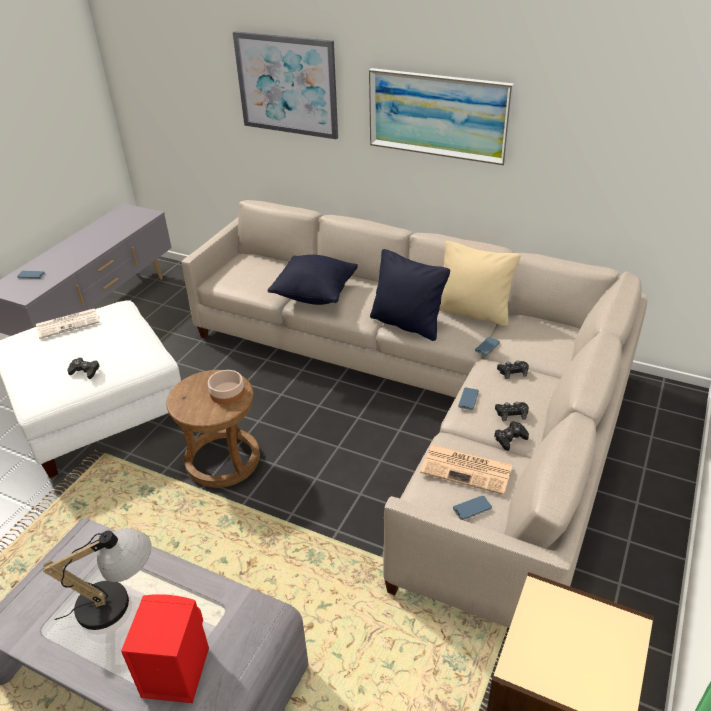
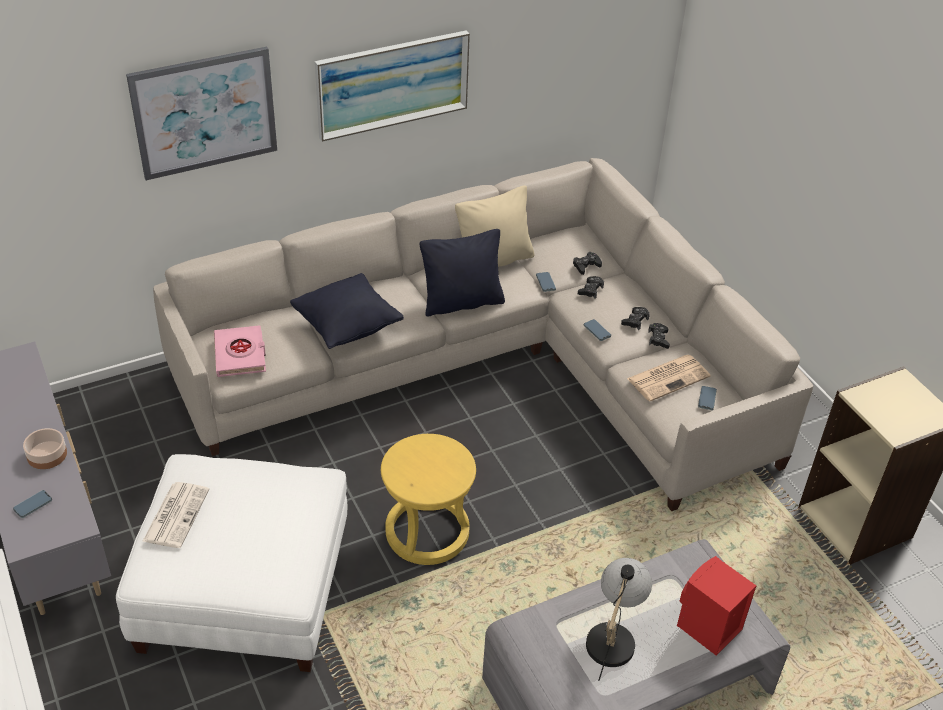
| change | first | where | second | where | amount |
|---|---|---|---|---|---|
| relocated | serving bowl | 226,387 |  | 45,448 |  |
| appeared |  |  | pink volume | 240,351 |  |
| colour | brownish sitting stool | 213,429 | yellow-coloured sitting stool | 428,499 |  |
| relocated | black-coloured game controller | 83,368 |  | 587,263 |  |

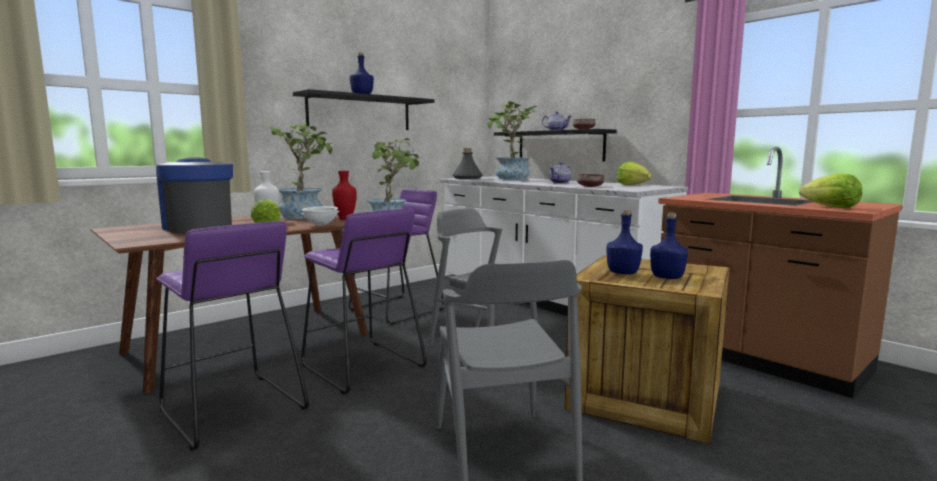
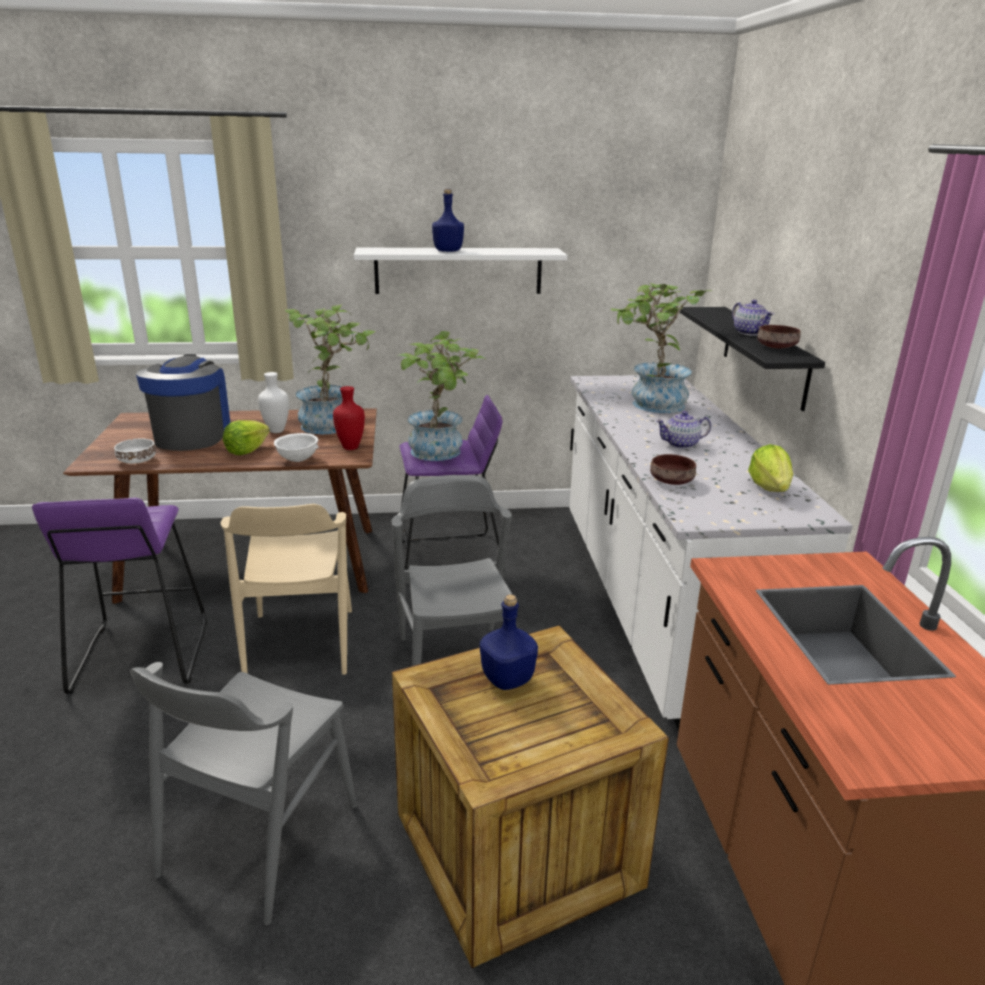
| change | first | where | second | where | amount |
|---|---|---|---|---|---|
| appeared |  |  | white serving bowl | 135,451 |  |
| exchanged | purplish sitting stool | 364,301 | beige upright chair | 286,589 |  |
| colour | black-coloured bracket shelf | 364,109 | white bracket shelf | 460,271 |  |
| missing | grey bottle | 467,163 |  |  |  |
| missing | bluish bottle | 669,245 |  |  |  |
| missing | lettuce head | 830,191 |  |  |  |

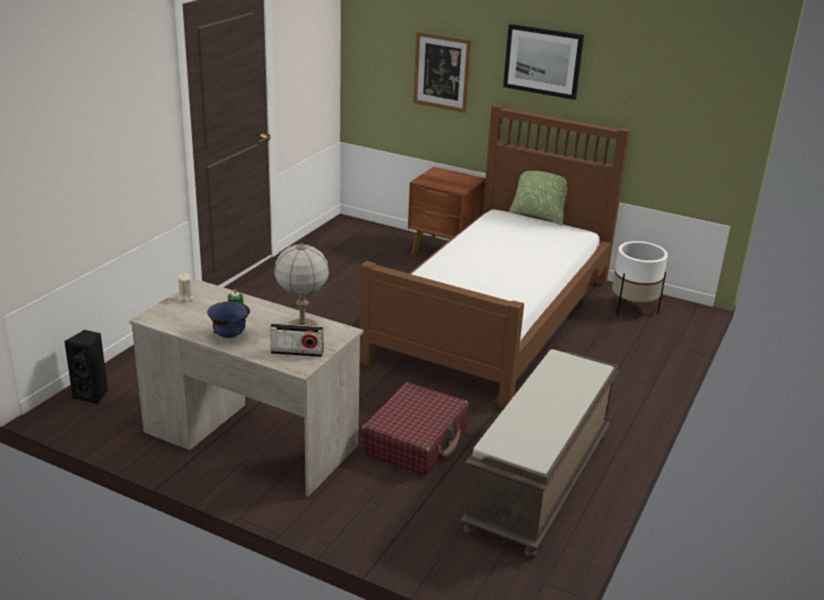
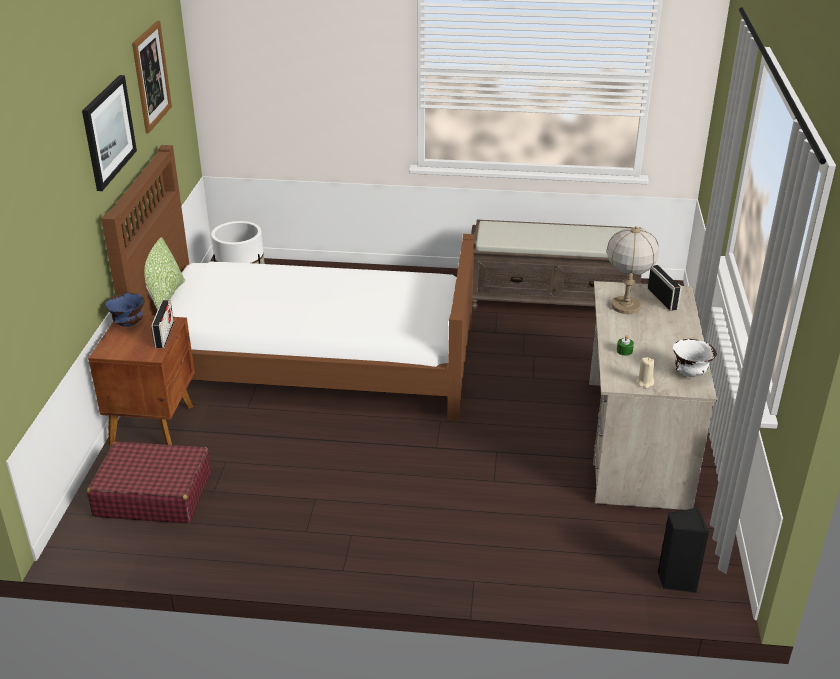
| change | first | where | second | where | amount |
|---|---|---|---|---|---|
| relocated | red suitcase | 415,429 |  | 149,482 |  |
| relocated | bluish serving bowl | 228,320 |  | 124,310 |  |
| relocated | wall picture | 442,72 |  | 152,77 |  |
| appeared |  |  | radio receiver | 162,324 |  |
| appeared |  |  | white serving bowl | 695,358 |  |

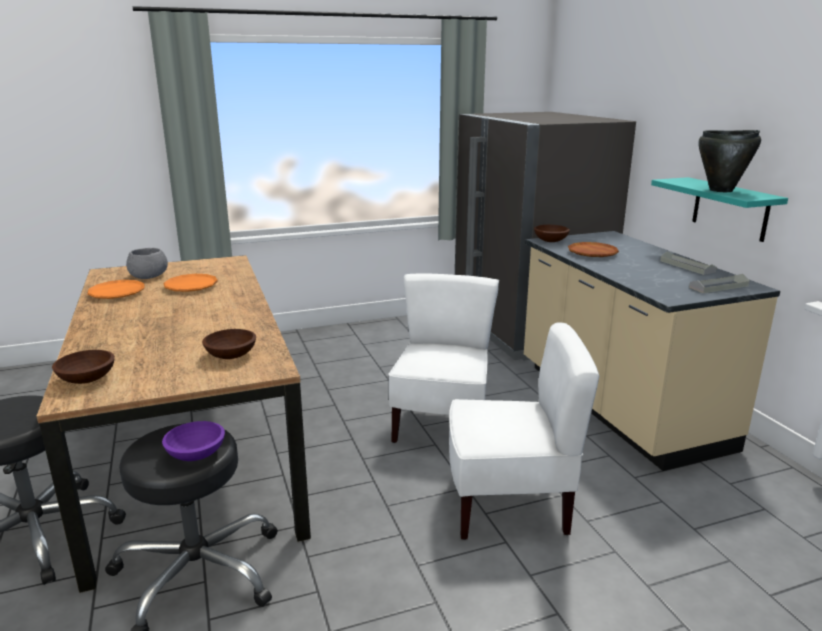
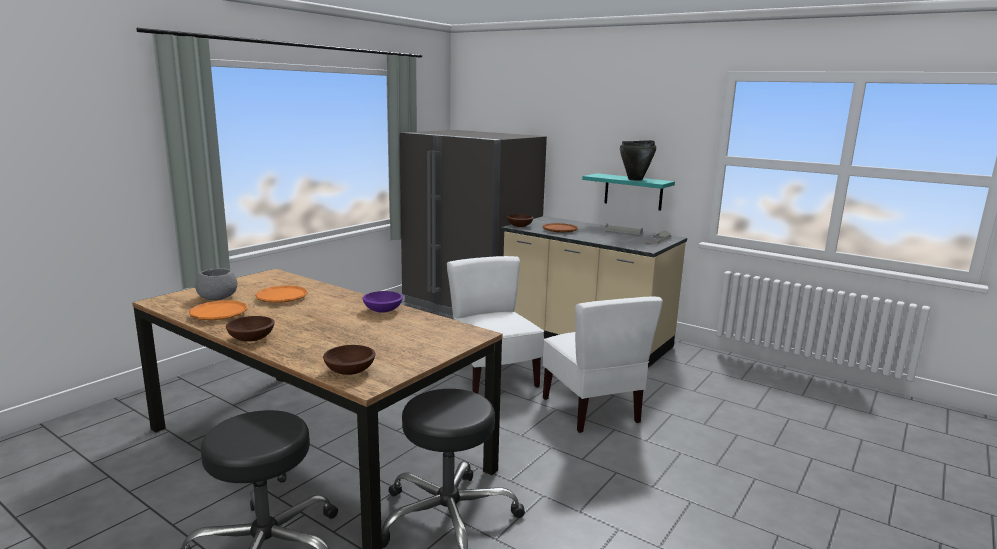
| change | first | where | second | where | amount |
|---|---|---|---|---|---|
| relocated | brownish serving bowl | 229,344 |  | 250,329 |  |
| relocated | purplish serving bowl | 193,441 |  | 383,302 |  |
| spun | white upright chair | 524,431 |  | 603,365 | 105 degrees clockwise |

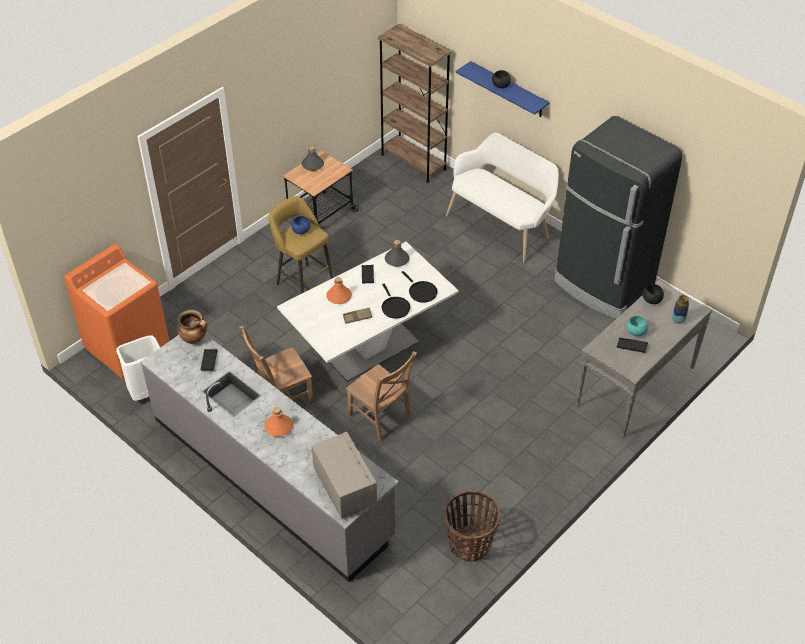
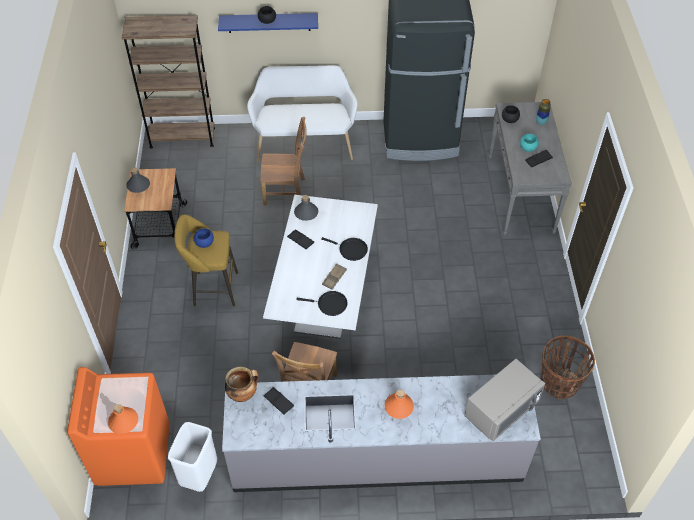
| change | first | where | second | where | amount |
|---|---|---|---|---|---|
| relocated | orange bottle | 339,290 |  | 123,419 |  |
| relocated | brownish upright chair | 381,396 |  | 284,161 |  |
| relocated | black-coloured frying pan | 419,287 |  | 322,303 |  |
| spun | grey microwave | 344,475 |  | 504,400 | 120 degrees clockwise |

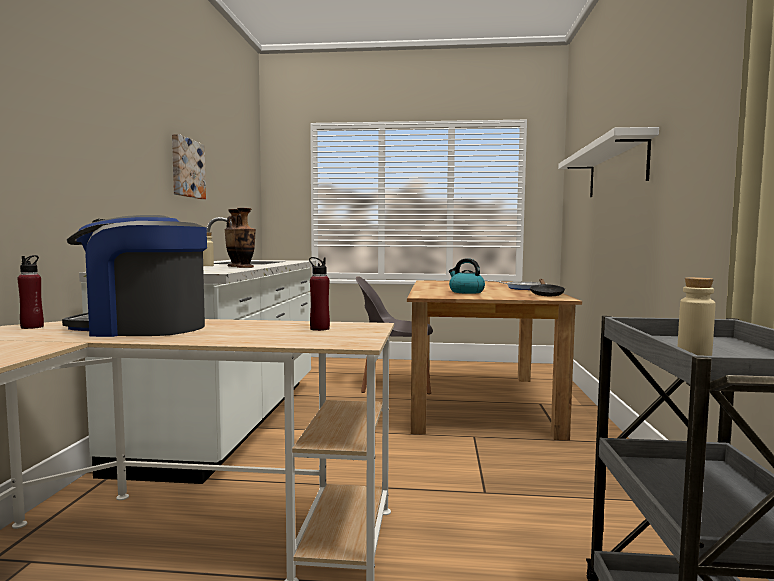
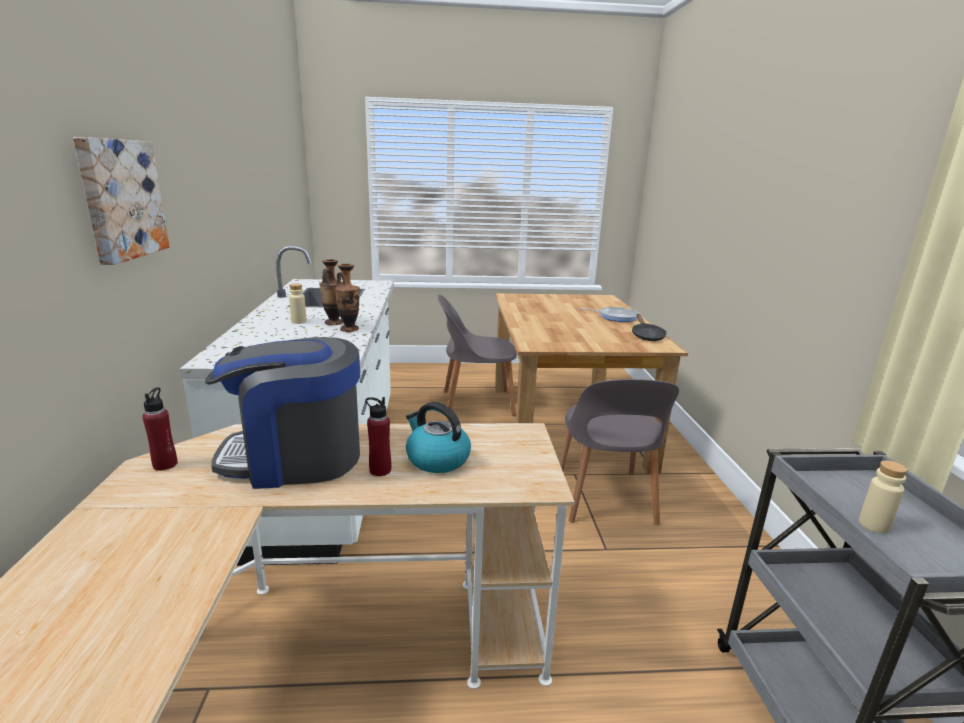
| change | first | where | second | where | amount |
|---|---|---|---|---|---|
| relocated | wall picture | 189,166 |  | 121,201 |  |
| relocated | red bottle | 319,294 |  | 378,436 |  |
| relocated | kettle | 467,276 |  | 438,437 |  |
| appeared |  |  | grey upright chair | 619,452 |  |
| missing | white bracket shelf | 608,162 |  |  |  |

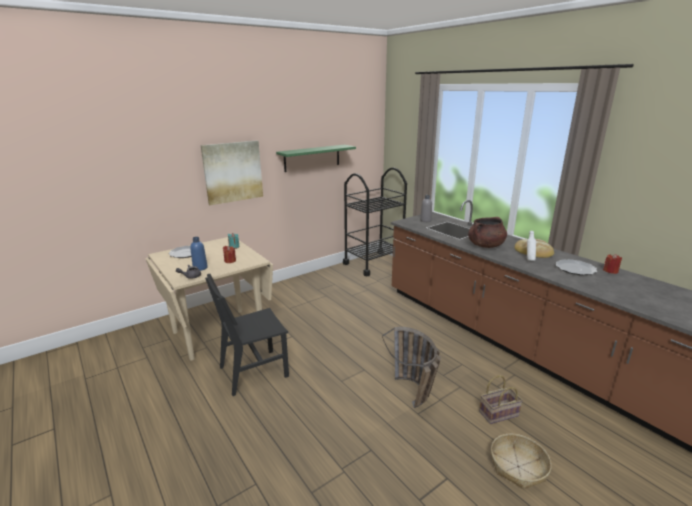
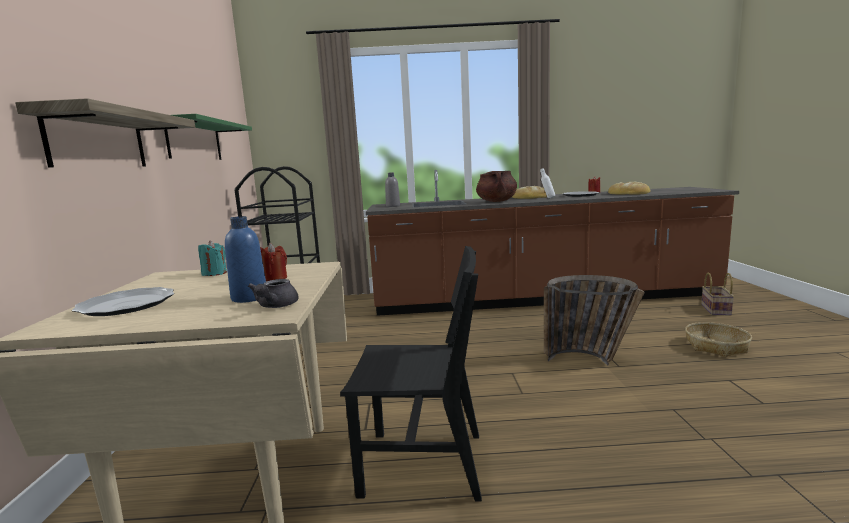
| change | first | where | second | where | amount |
|---|---|---|---|---|---|
| exchanged | wall picture | 232,173 | bracket shelf | 105,132 |  |
| spun | black-coloured upright chair | 247,335 |  | 411,374 | 90 degrees counterclockwise |
| appeared |  |  | baked bread | 629,188 |  |
| relocated | basket | 501,399 |  | 717,294 |  |

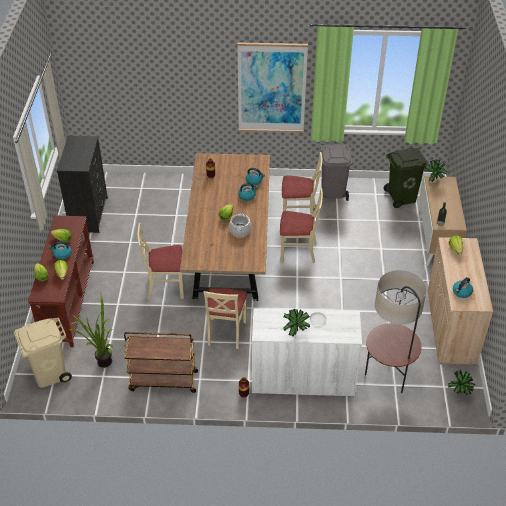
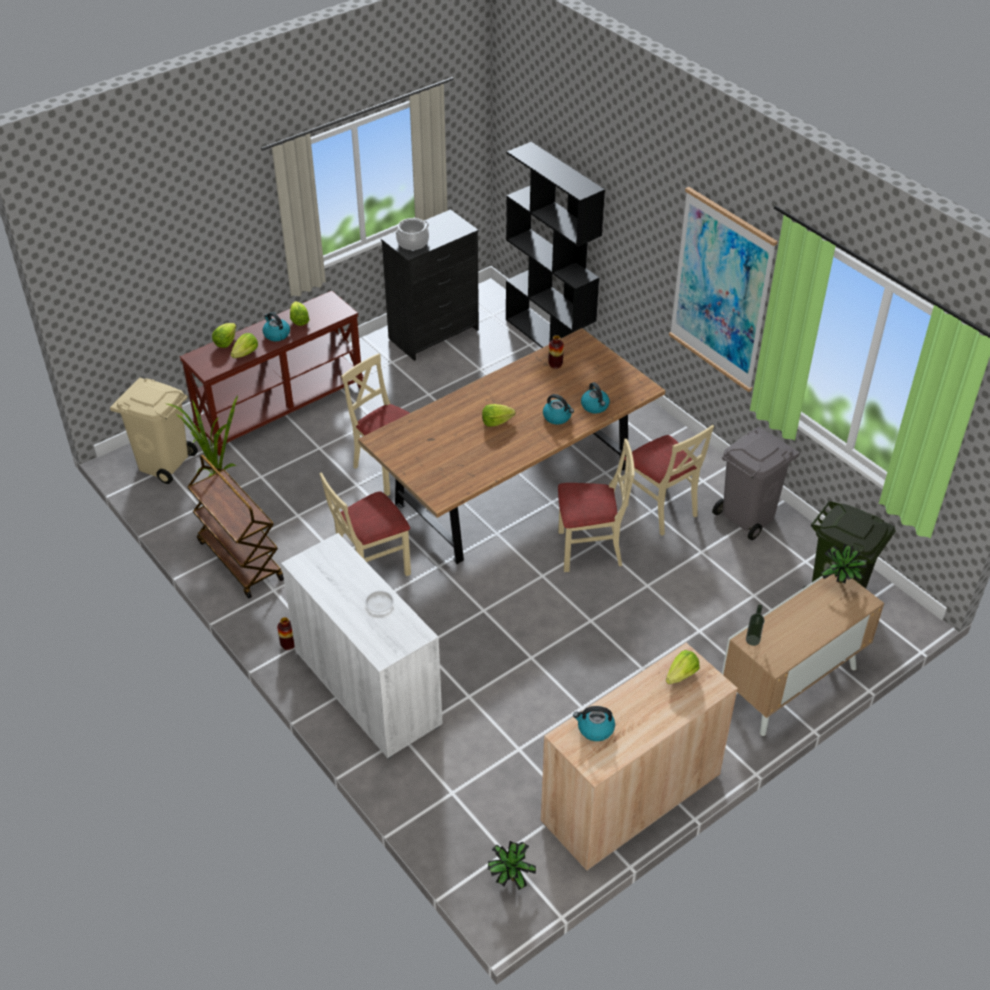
| change | first | where | second | where | amount |
|---|---|---|---|---|---|
| relocated | cooking pot | 240,225 |  | 412,234 |  |
| appeared |  |  | black-coloured bookcase | 555,245 |  |
| spun | beige upright chair | 301,225 |  | 596,505 | 60 degrees counterclockwise |
| missing | potted plant | 296,323 |  |  |  |
| missing | standard lamp | 395,331 |  |  |  |

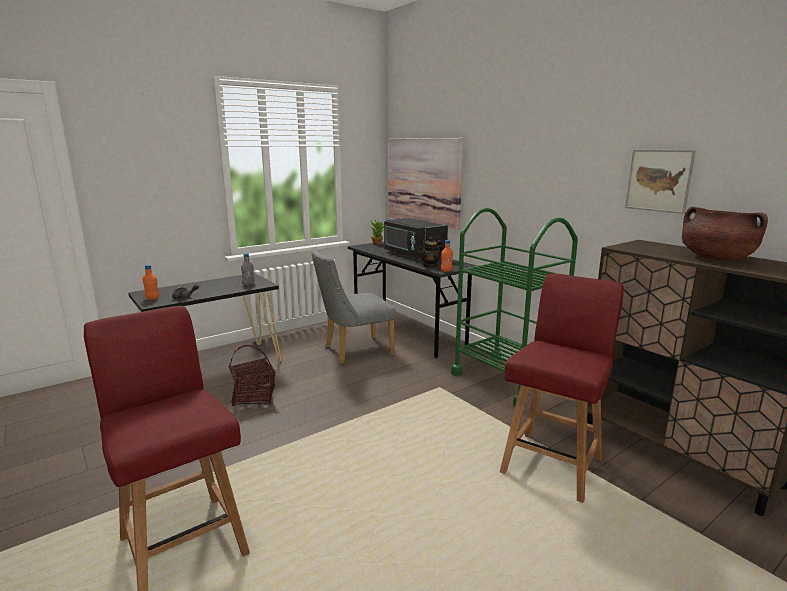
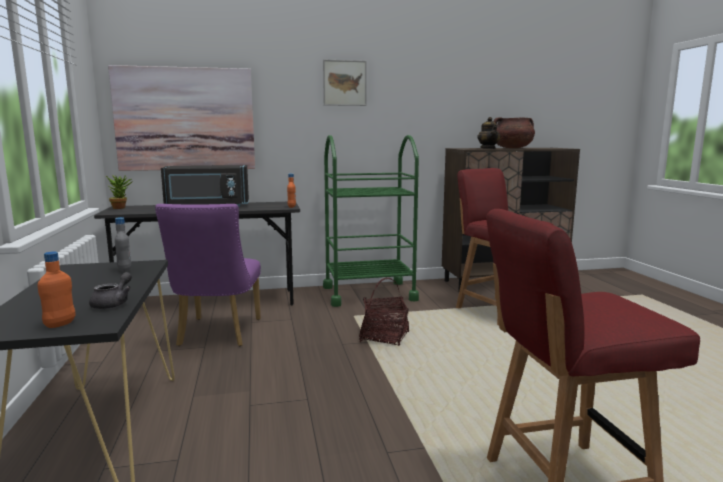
| change | first | where | second | where | amount |
|---|---|---|---|---|---|
| colour | grey upright chair | 353,306 | purplish upright chair | 208,275 |  |
| relocated | wall picture | 660,182 |  | 345,83 |  |
| relocated | basket | 252,375 |  | 384,312 |  |
| relocated | pot for tea | 430,252 |  | 488,133 |  |

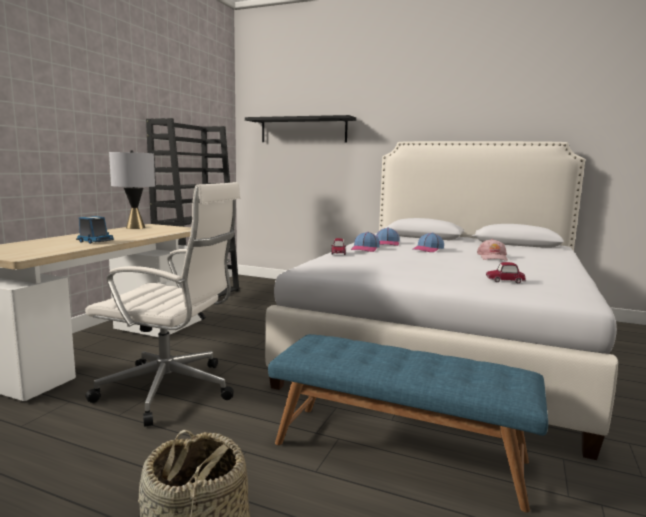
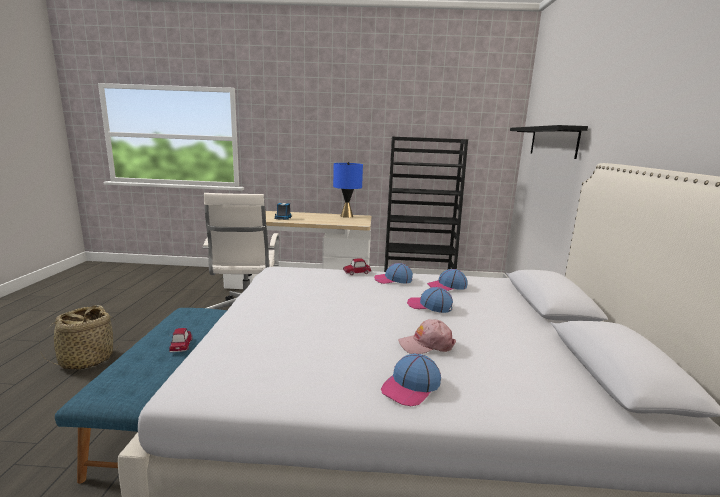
| change | first | where | second | where | amount |
|---|---|---|---|---|---|
| relocated | model car | 506,272 |  | 180,340 |  |
| colour | grey tabletop lamp | 132,189 | bluish tabletop lamp | 348,190 |  |
| appeared |  |  | cap | 411,379 |  |

